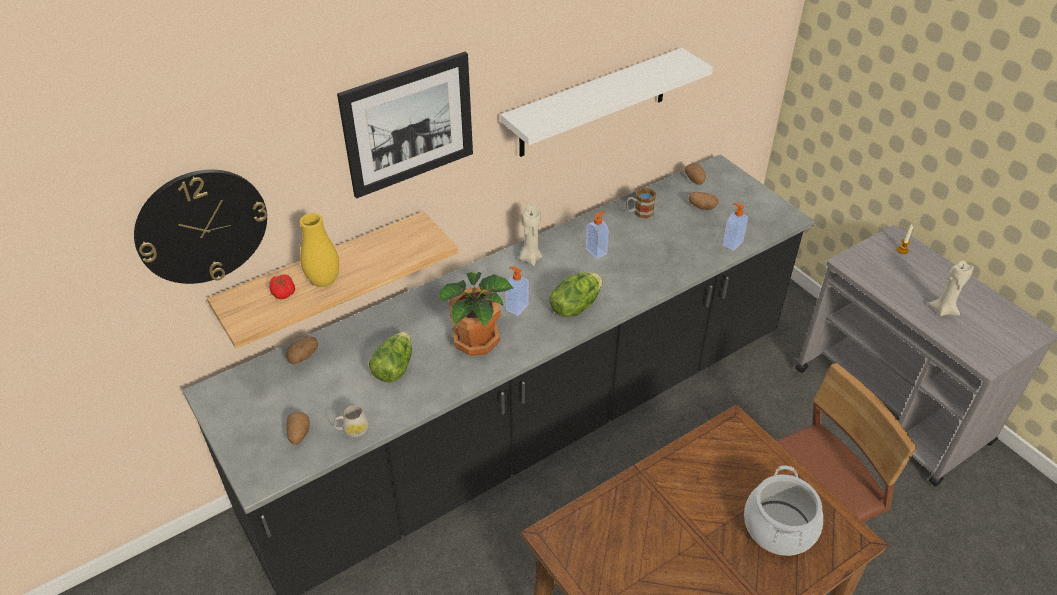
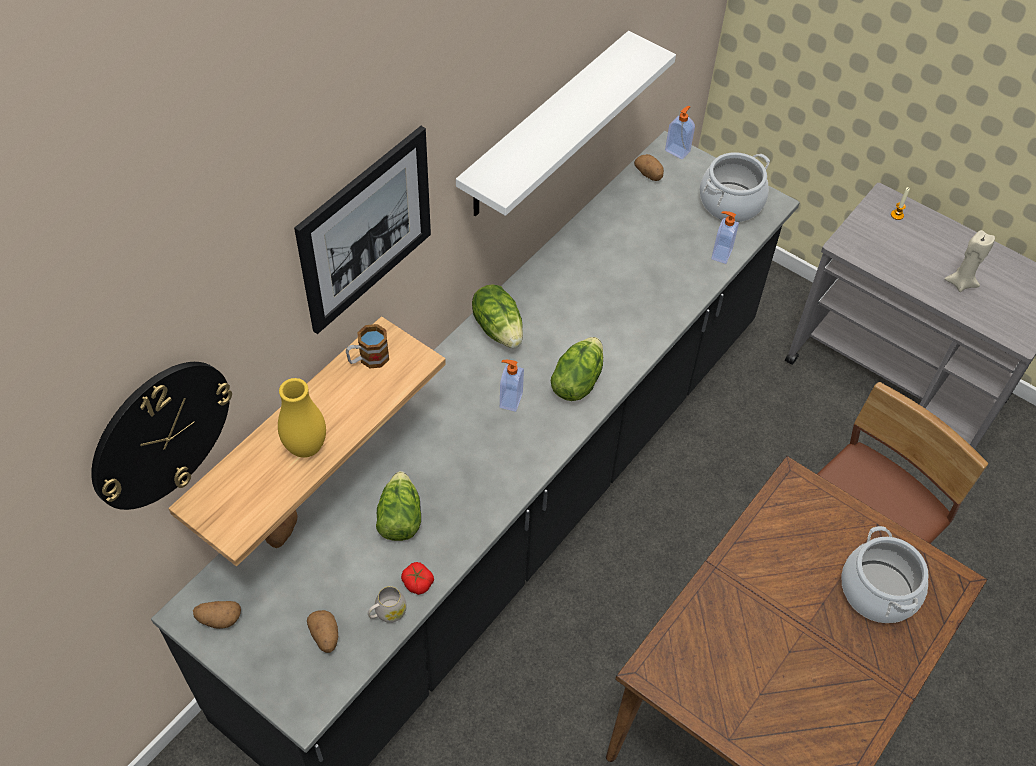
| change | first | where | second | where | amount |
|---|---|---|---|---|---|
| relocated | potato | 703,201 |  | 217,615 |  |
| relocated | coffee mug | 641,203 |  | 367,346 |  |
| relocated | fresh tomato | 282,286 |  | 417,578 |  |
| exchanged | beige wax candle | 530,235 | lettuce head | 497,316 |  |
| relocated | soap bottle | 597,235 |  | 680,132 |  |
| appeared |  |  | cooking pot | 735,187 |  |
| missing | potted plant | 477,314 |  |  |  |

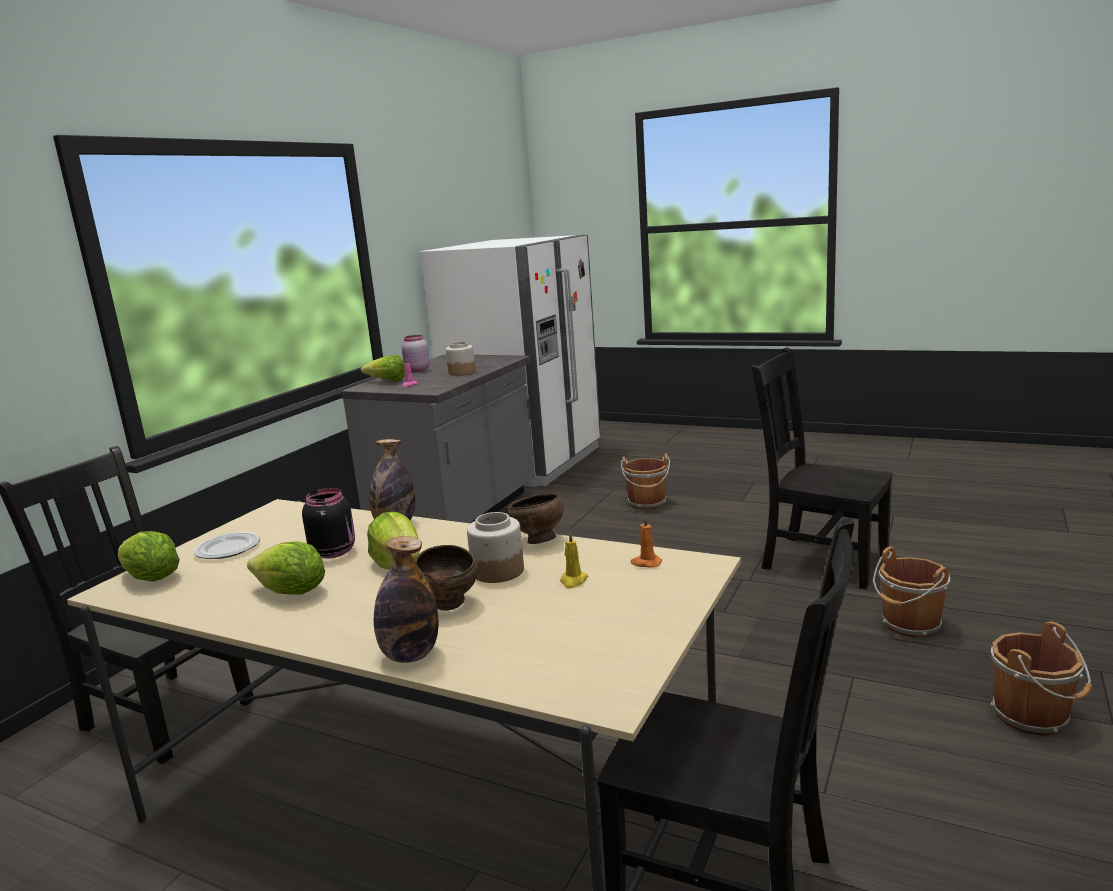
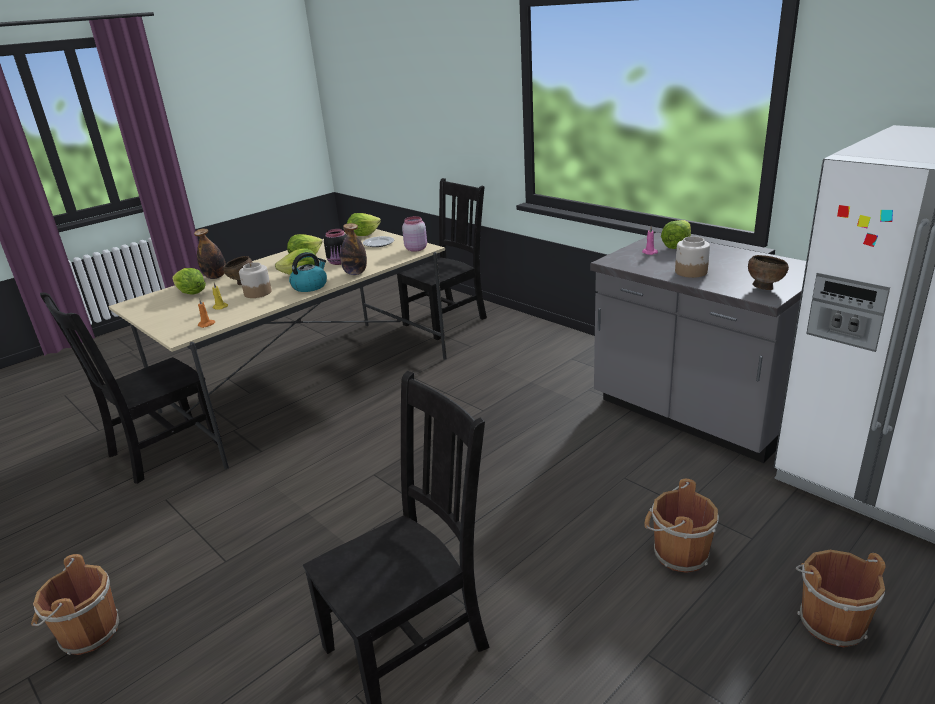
| change | first | where | second | where | amount |
|---|---|---|---|---|---|
| appeared |  |  | lettuce head | 189,281 |  |
| appeared |  |  | kettle | 308,272 |  |
| relocated | pink storage jar | 416,353 |  | 414,234 |  |
| relocated | brownish serving bowl | 535,518 |  | 768,272 |  |
| relocated | brownish bucket | 911,592 |  | 841,598 |  |

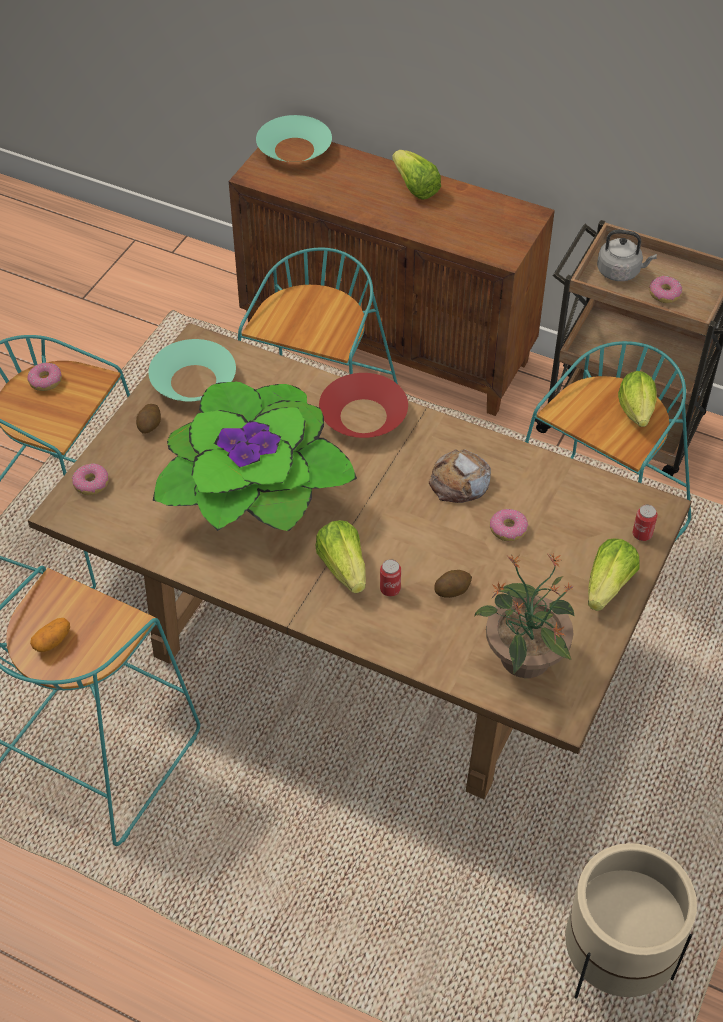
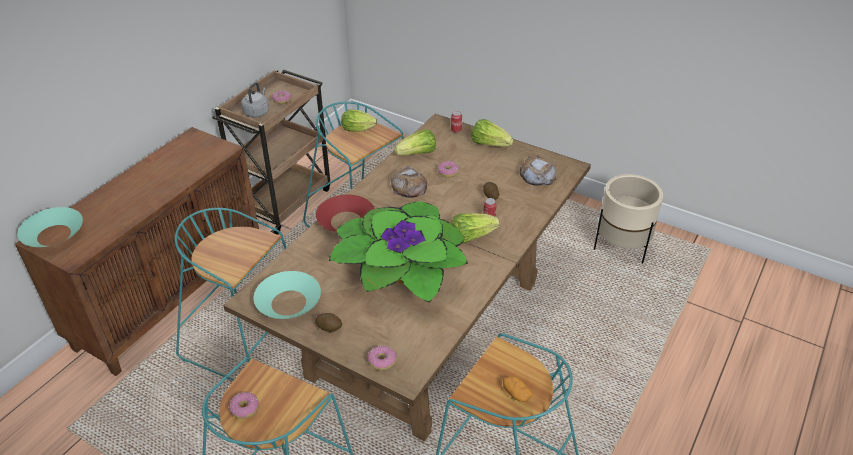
| change | first | where | second | where | amount |
|---|---|---|---|---|---|
| relocated | lettuce head | 416,175 |  | 415,143 |  |
| exchanged | potted plant | 524,615 | baked bread | 538,171 |  |

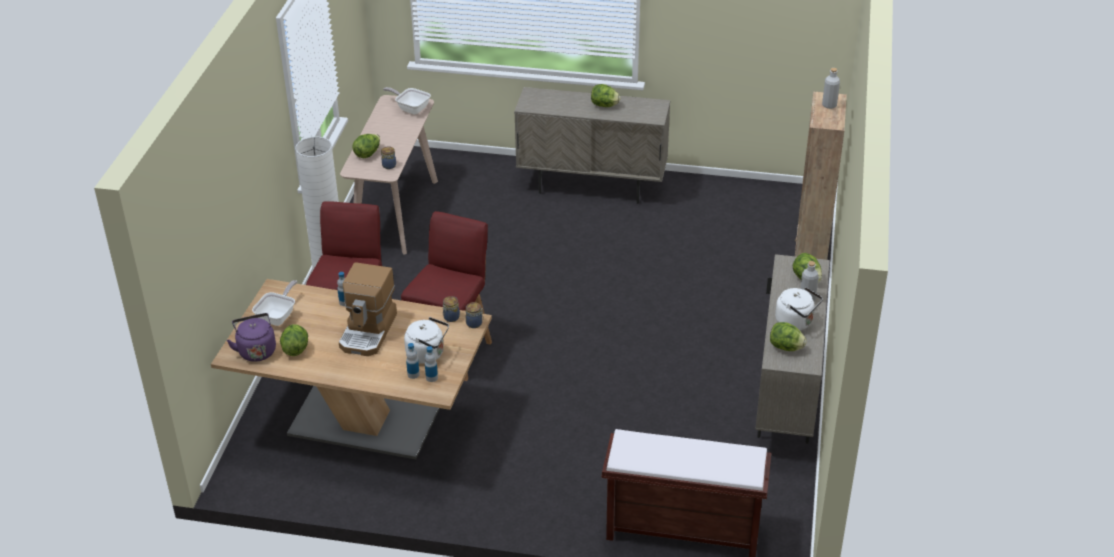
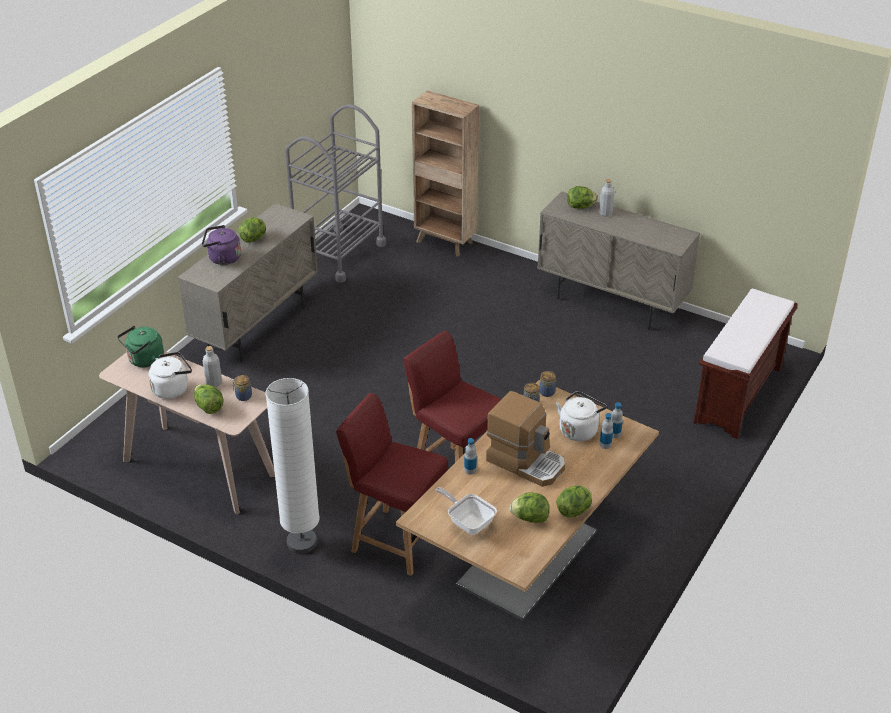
| change | first | where | second | where | amount |
|---|---|---|---|---|---|
| exchanged | frying pan | 407,100 | greenish kettle | 140,347 |  |
| relocated | white kettle | 799,308 |  | 170,375 |  |
| relocated | purplish kettle | 251,337 |  | 221,245 |  |
| relocated | grey bottle | 831,88 |  | 212,367 |  |
| appeared |  |  | grey trolley | 335,193 |  |
| relocated | lettuce head | 788,336 |  | 574,501 |  |

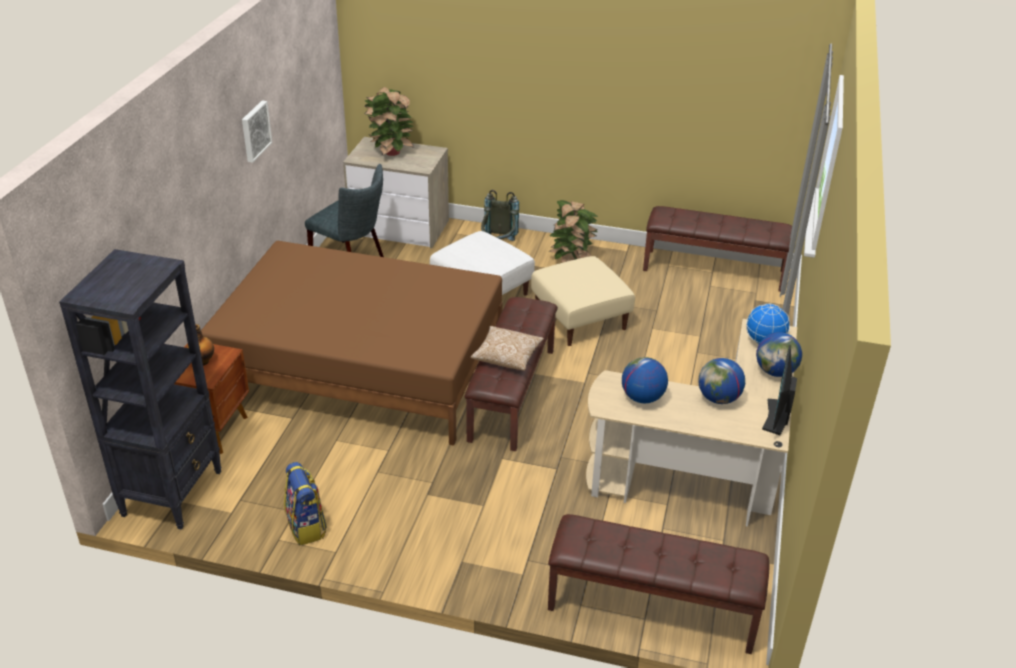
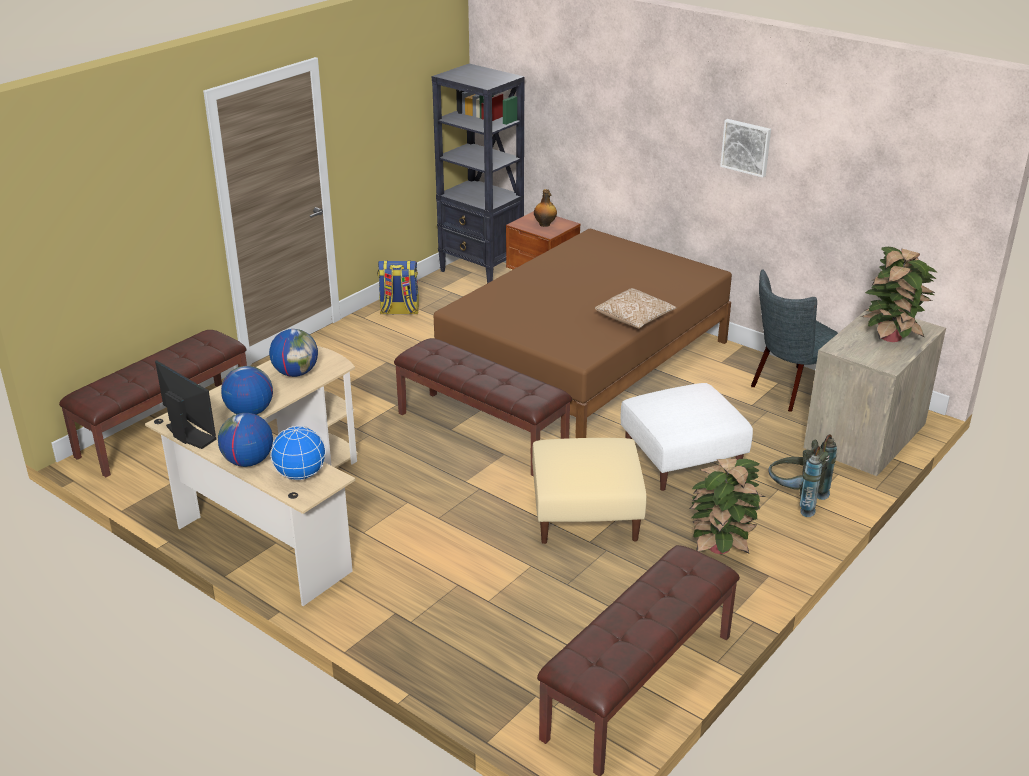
| change | first | where | second | where | amount |
|---|---|---|---|---|---|
| relocated | pillow | 507,348 |  | 636,308 |  |

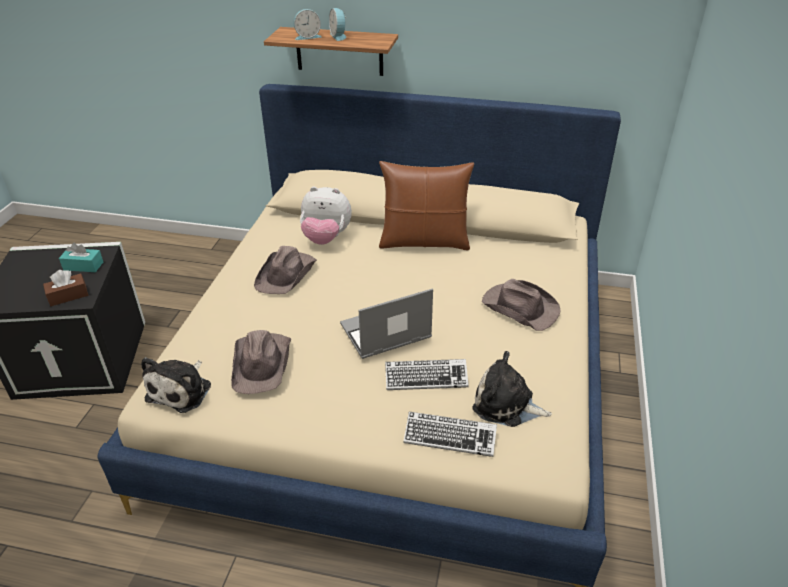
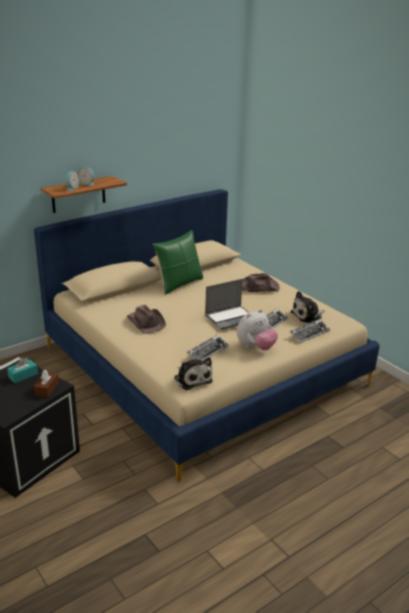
| change | first | where | second | where | amount |
|---|---|---|---|---|---|
| colour | brownish pillow | 426,206 | greenish pillow | 177,262 |  |
| exchanged | brownish hat | 261,362 | computer keyboard | 208,347 |  |
| spun | laptop | 386,323 |  | 227,304 | 135 degrees counterclockwise |
| relocated | soft toy | 326,216 |  | 257,329 |  |

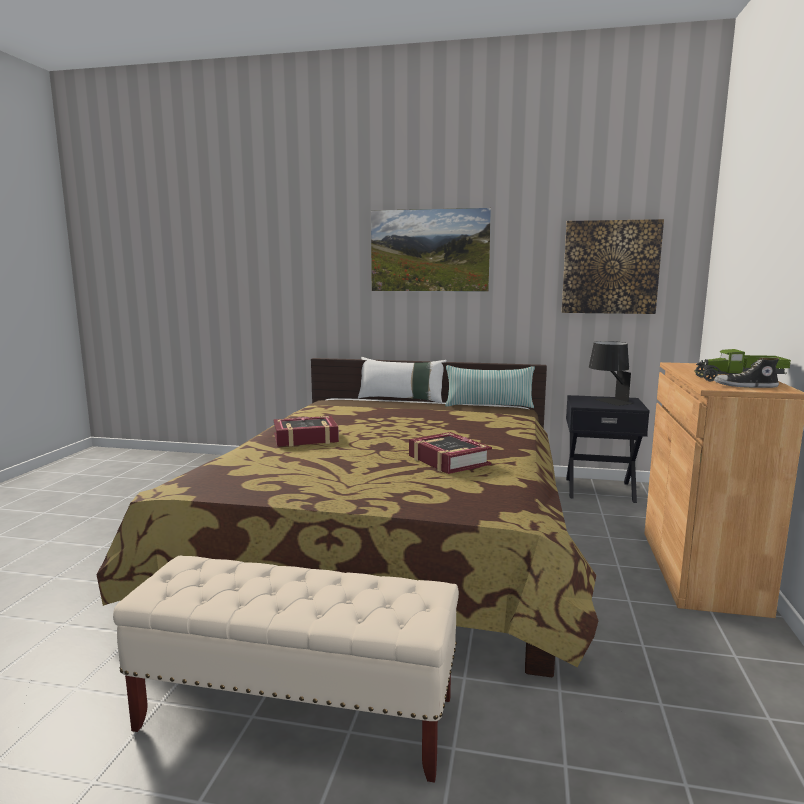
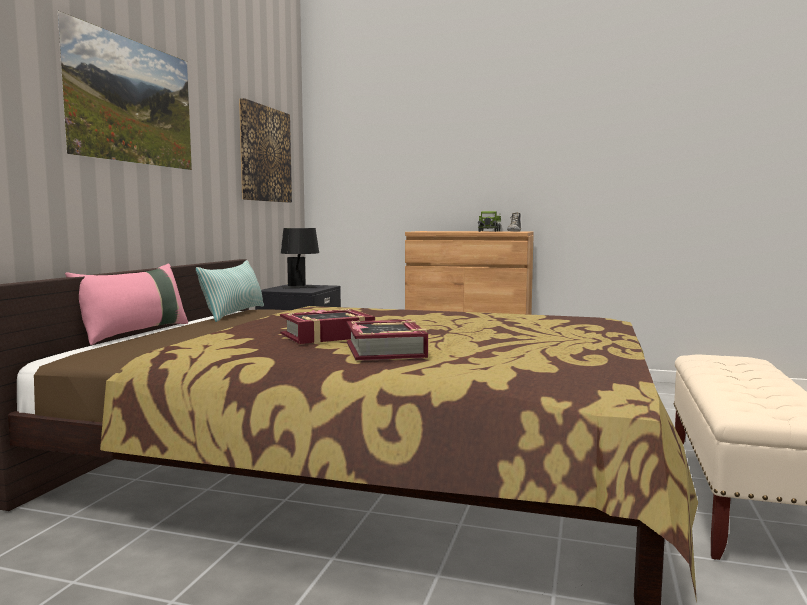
| change | first | where | second | where | amount |
|---|---|---|---|---|---|
| colour | white pillow | 402,380 | pink pillow | 126,304 |  |
| relocated | volume | 450,453 |  | 327,326 |  |

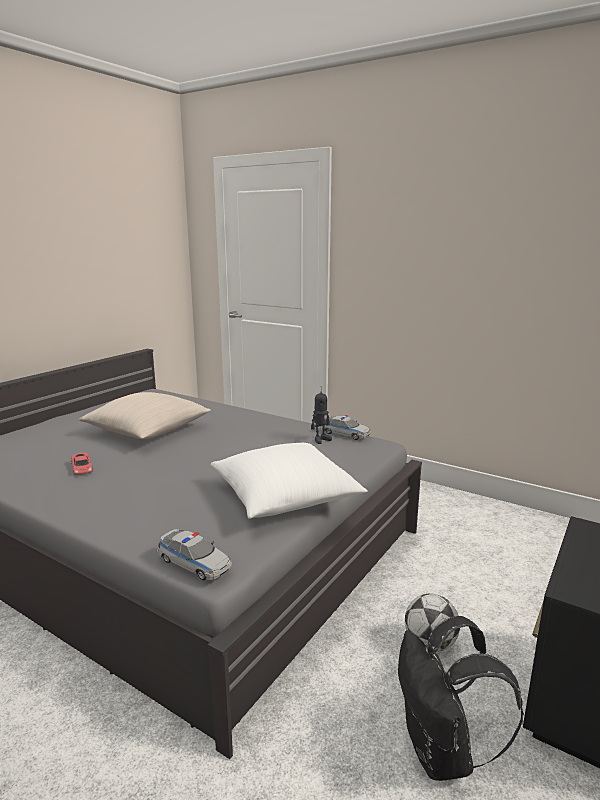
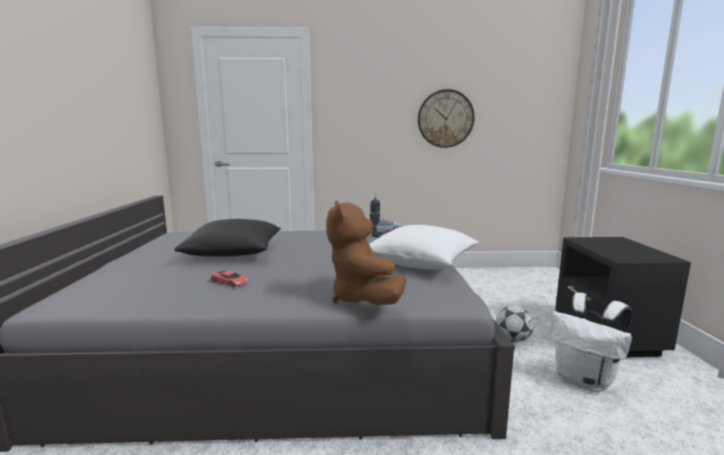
| change | first | where | second | where | amount |
|---|---|---|---|---|---|
| colour | beige pillow | 145,415 | black-coloured pillow | 227,238 |  |
| appeared |  |  | brownish soft toy | 366,253 |  |
| appeared |  |  | clock on the wall | 446,118 |  |
| colour | black-coloured rucksack | 461,698 | white rucksack | 590,342 |  |
| missing | model car | 194,554 |  |  |  |

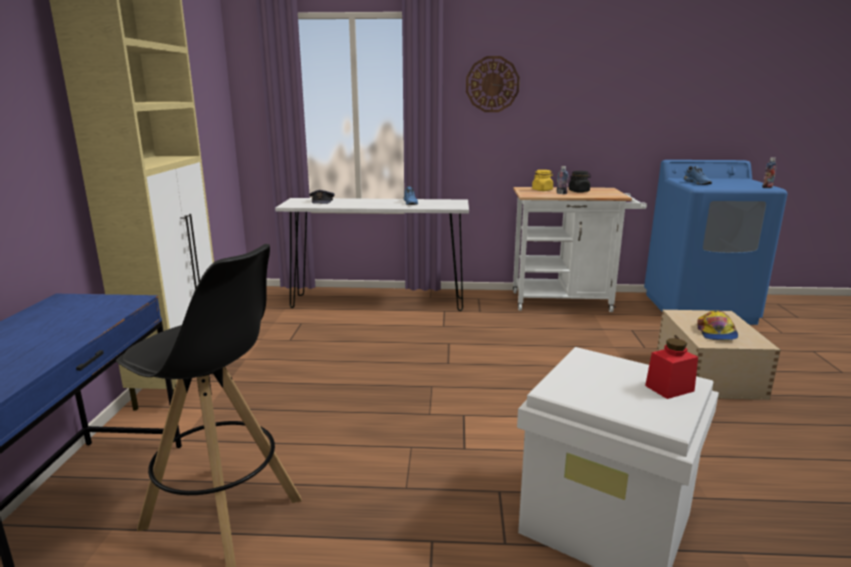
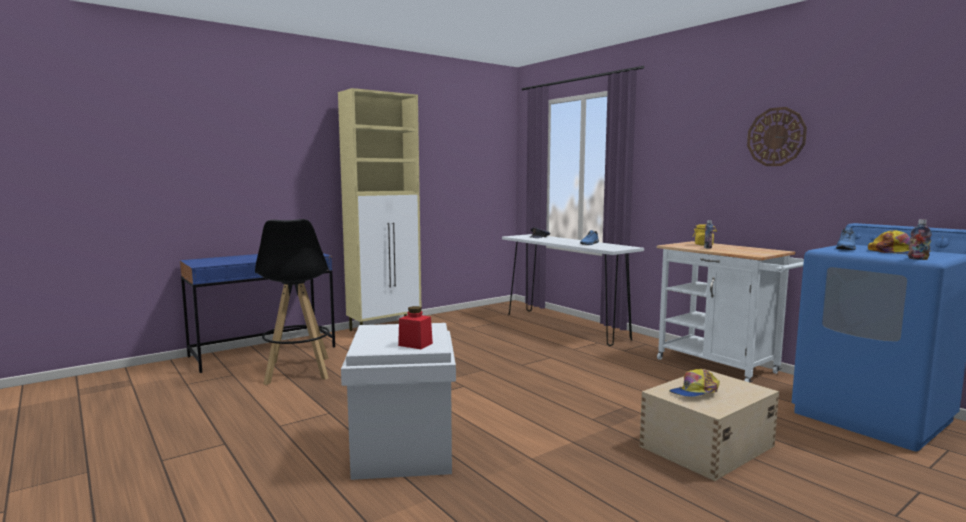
| change | first | where | second | where | amount |
|---|---|---|---|---|---|
| relocated | clock on the wall | 493,84 |  | 777,136 |  |
| appeared |  |  | cap | 899,242 |  |
| missing | black-coloured storage jar | 580,182 |  |  |  |

